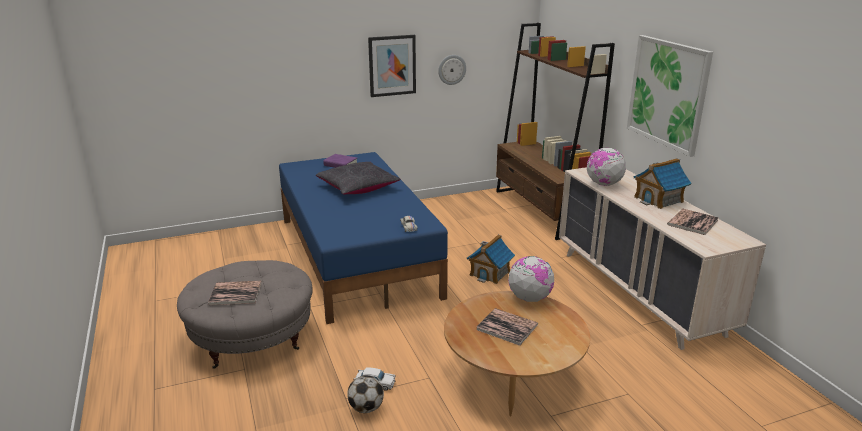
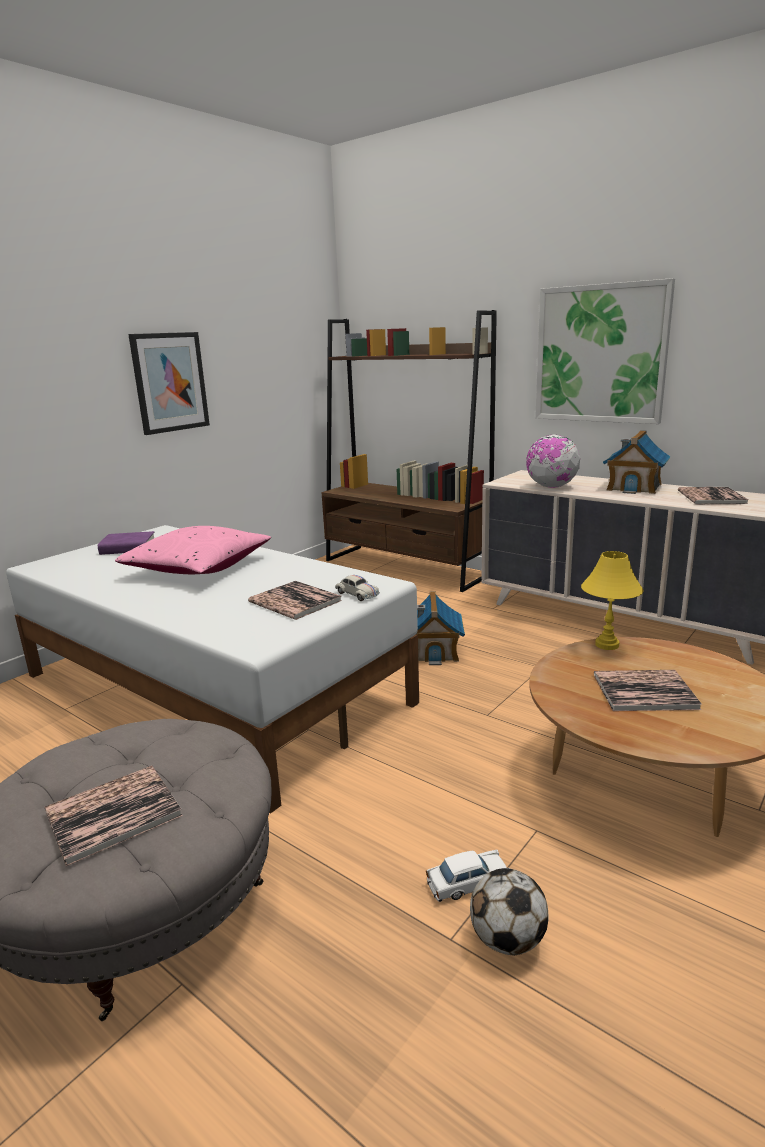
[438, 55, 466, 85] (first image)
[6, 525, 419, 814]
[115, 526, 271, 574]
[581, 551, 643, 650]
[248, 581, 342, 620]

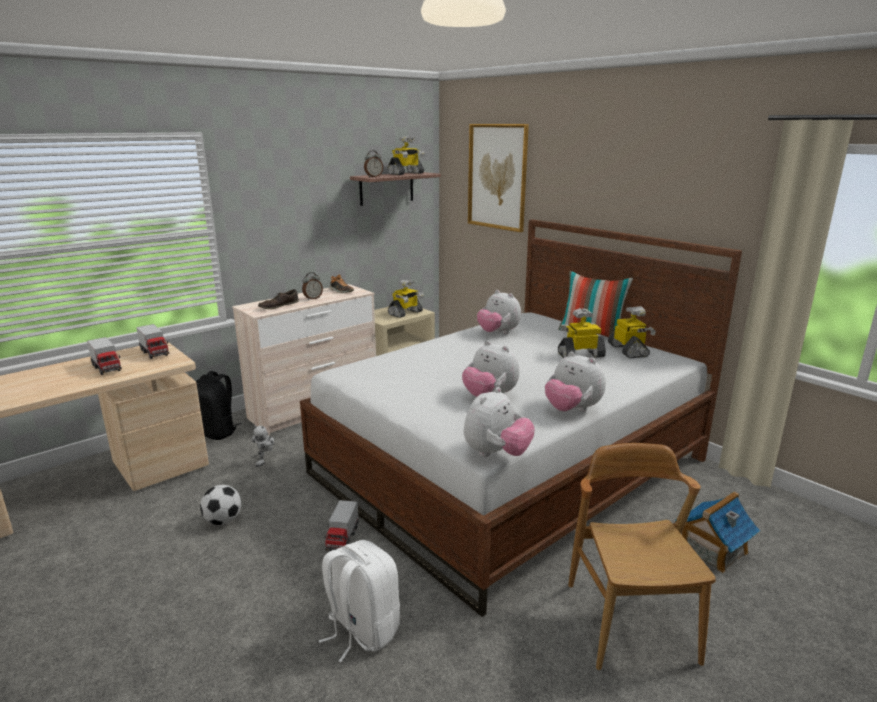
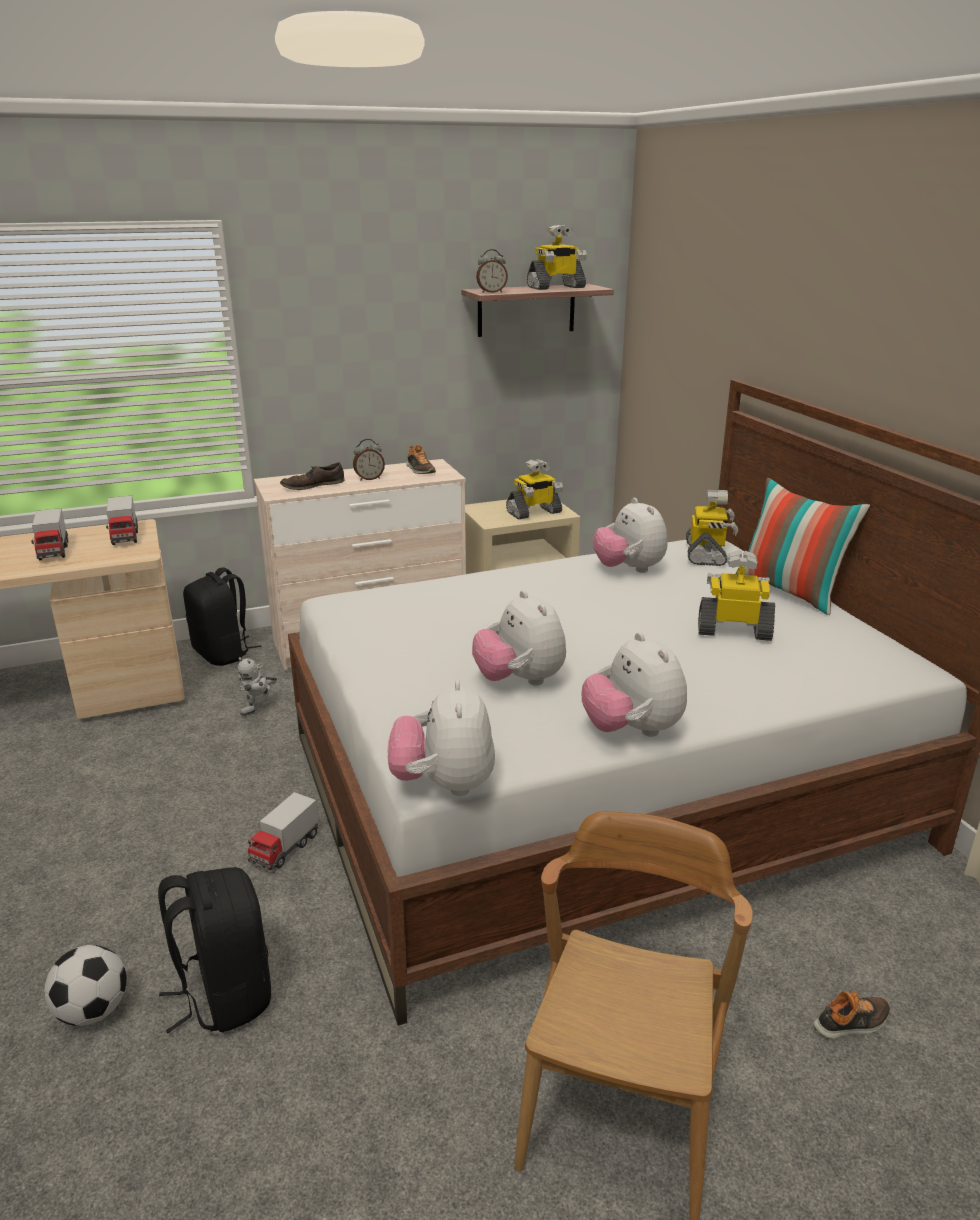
[468, 124, 529, 232] (first image)
[686, 490, 738, 566]
[388, 680, 495, 796]
[44, 945, 127, 1026]
[813, 991, 890, 1039]
[158, 867, 271, 1034]

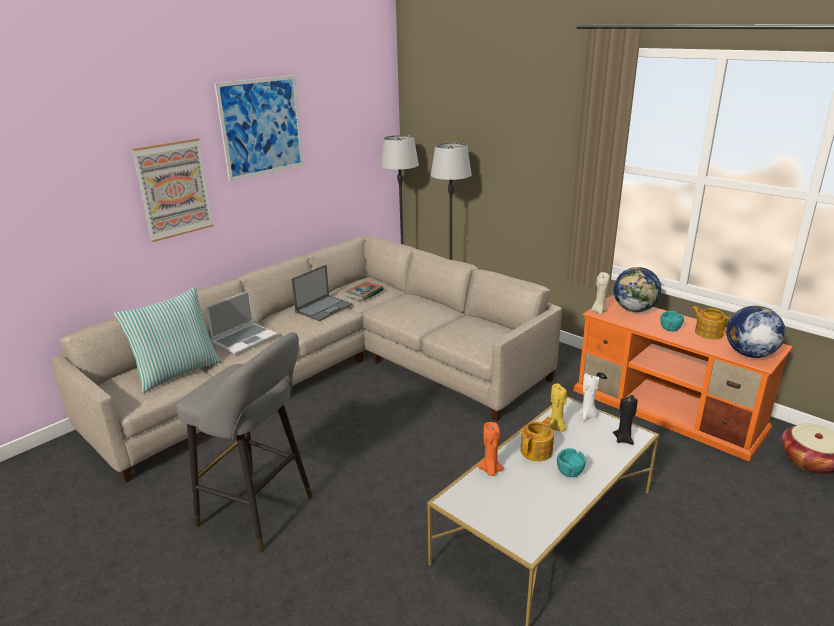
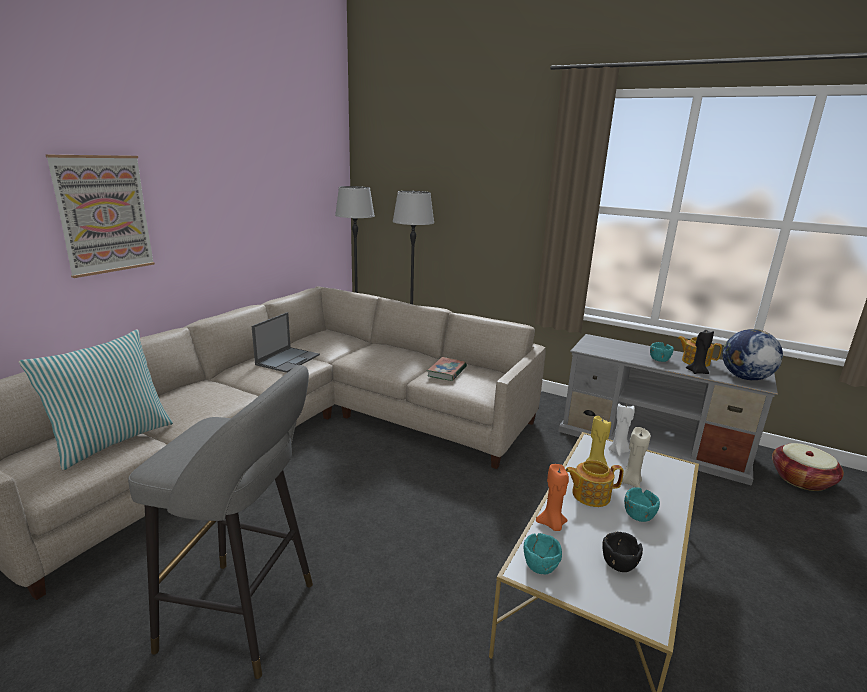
[214, 75, 304, 181] (first image)
[614, 267, 661, 312] (first image)
[622, 427, 651, 488]
[427, 357, 467, 381]
[206, 290, 278, 355] (first image)
[558, 334, 778, 486]
[686, 330, 714, 374]
[566, 460, 624, 507]
[602, 532, 643, 572]
[524, 533, 562, 574]

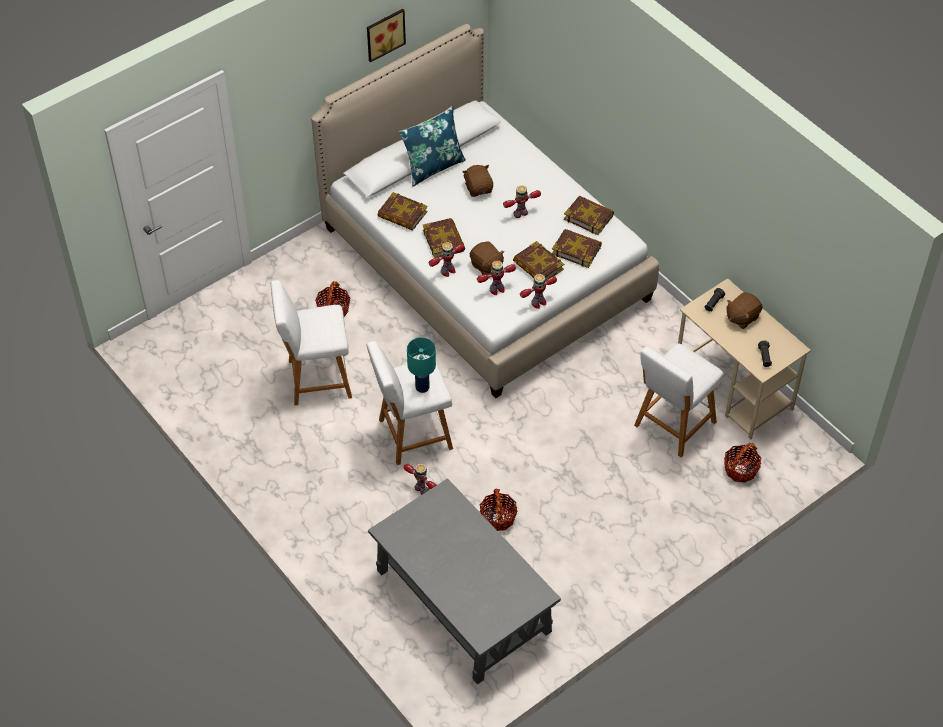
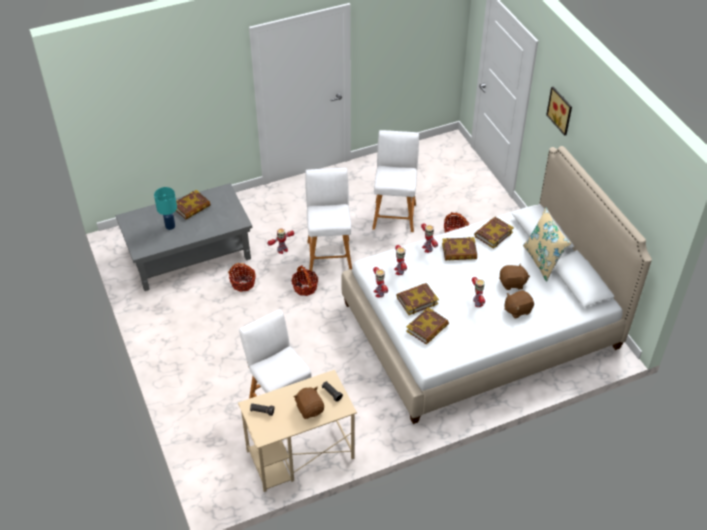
[546, 87, 572, 136]
[523, 208, 571, 282]
[176, 190, 211, 219]
[504, 290, 534, 319]
[154, 187, 177, 230]
[291, 265, 319, 296]

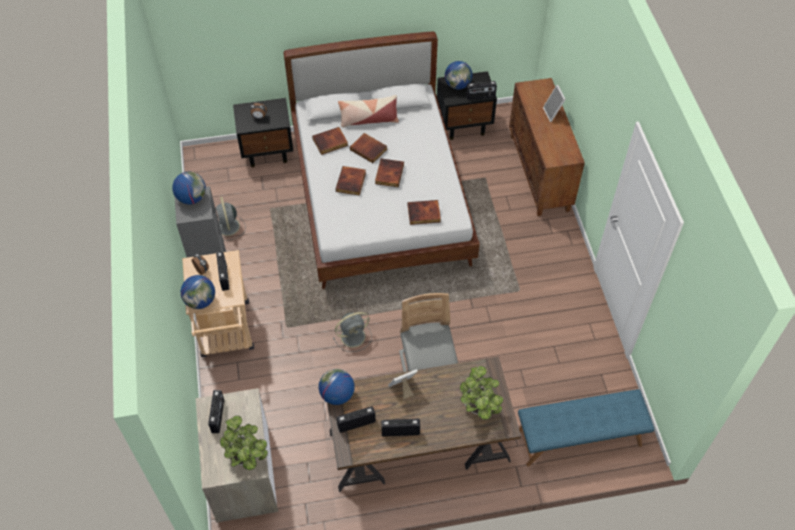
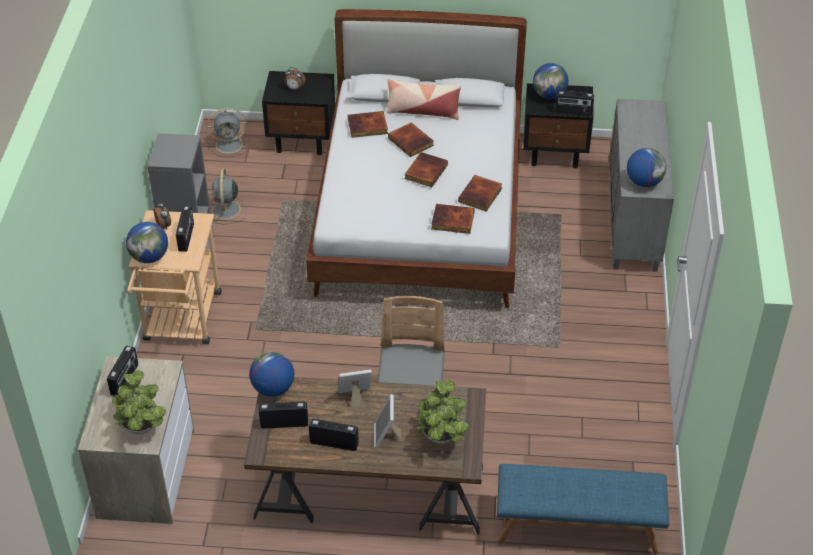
[609, 99, 674, 272]
[374, 394, 401, 449]
[458, 175, 502, 212]
[627, 148, 667, 187]
[207, 108, 250, 157]

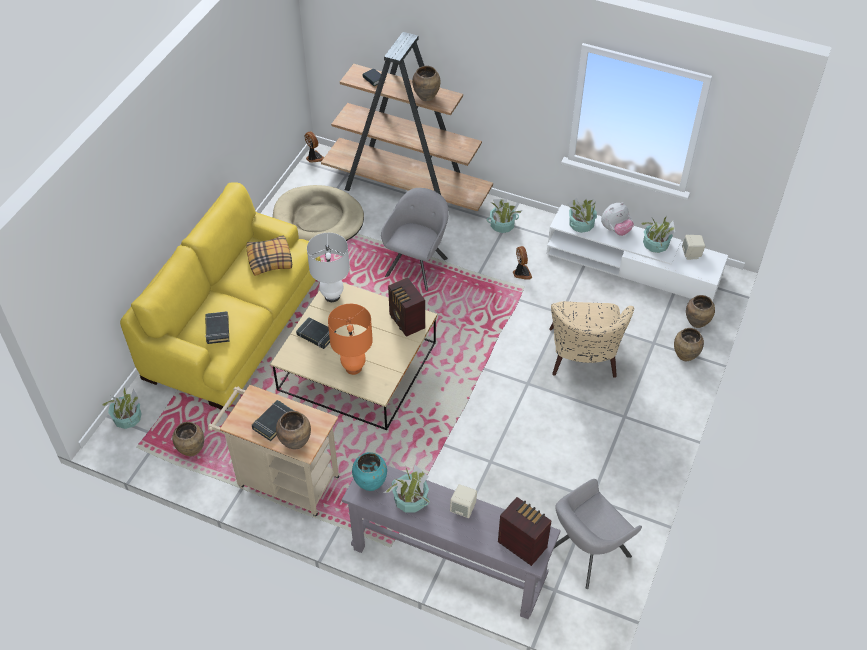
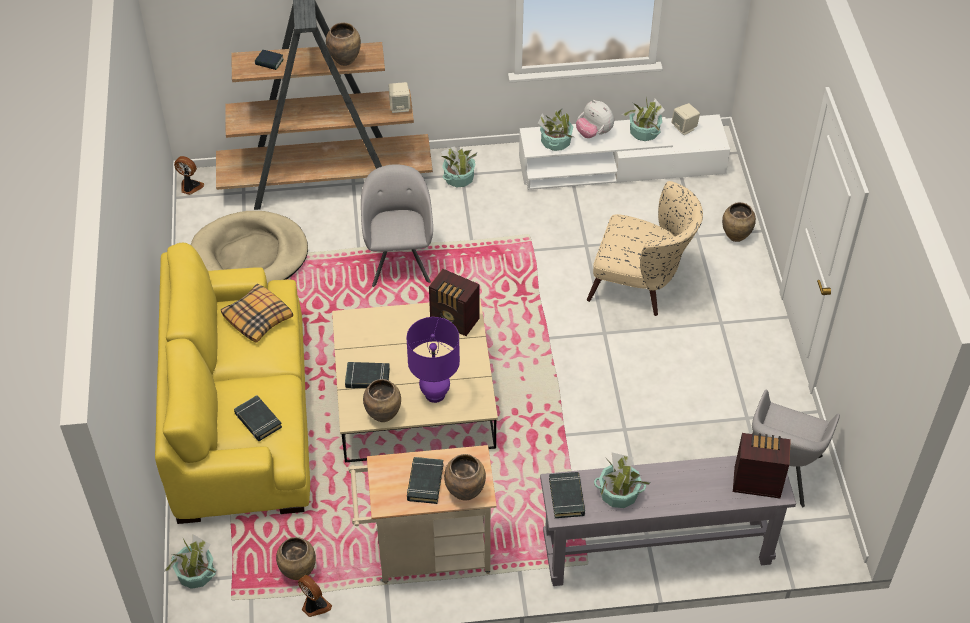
[576, 100, 614, 138]
[307, 233, 350, 302] (first image)
[298, 575, 332, 617]
[363, 379, 401, 422]
[587, 181, 703, 316]
[406, 317, 460, 403]
[549, 472, 585, 518]
[389, 82, 410, 113]

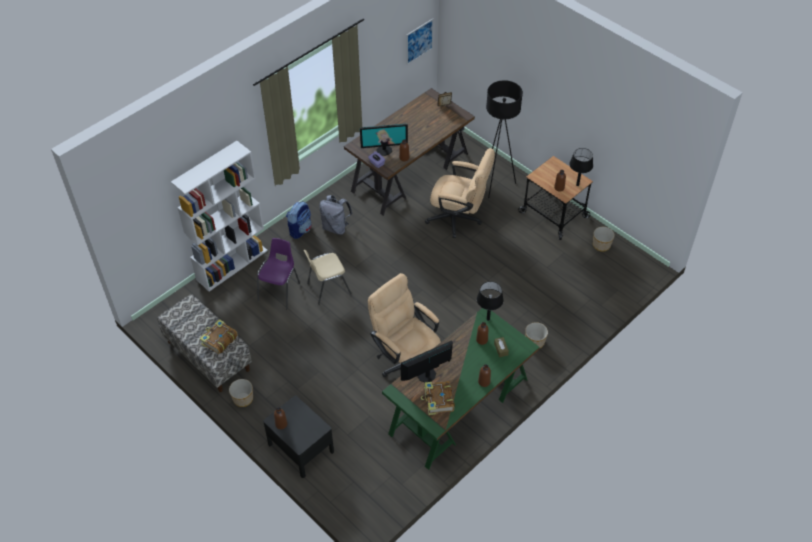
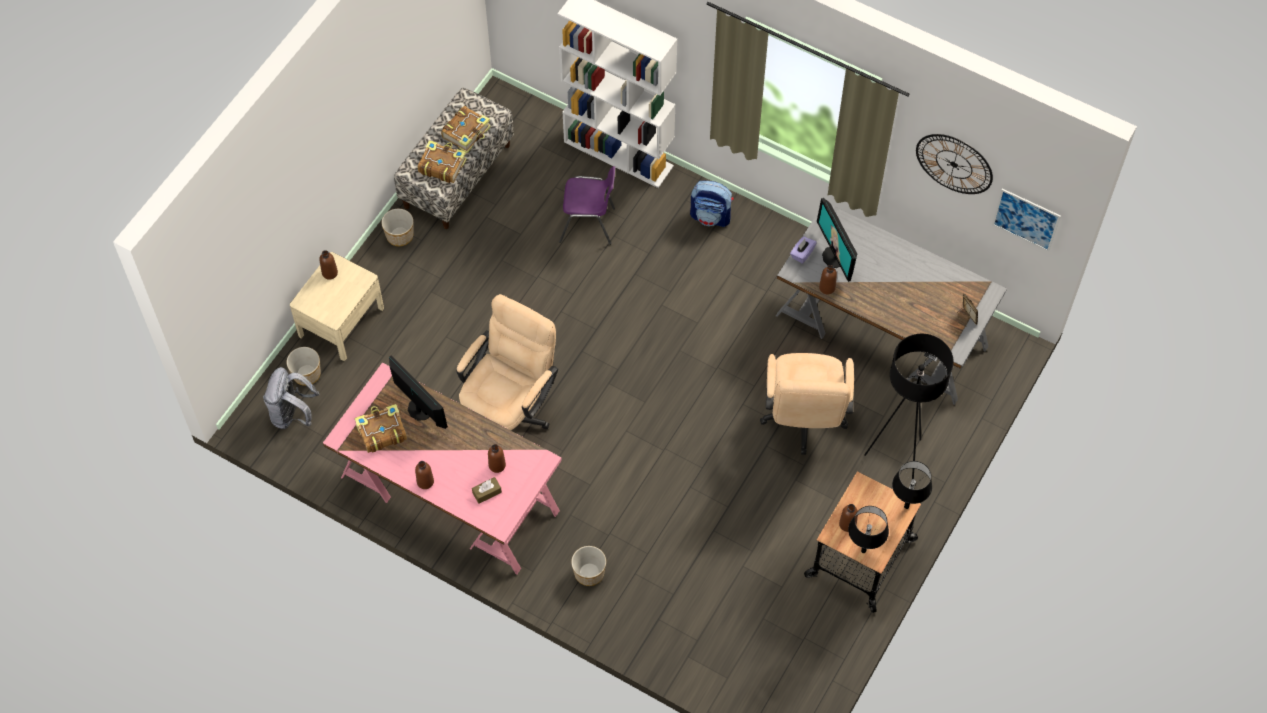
[776, 205, 1007, 405]
[263, 367, 319, 429]
[287, 347, 321, 386]
[304, 250, 351, 305] (first image)
[892, 461, 932, 509]
[323, 363, 562, 575]
[290, 252, 384, 361]
[441, 106, 491, 153]
[916, 134, 993, 194]

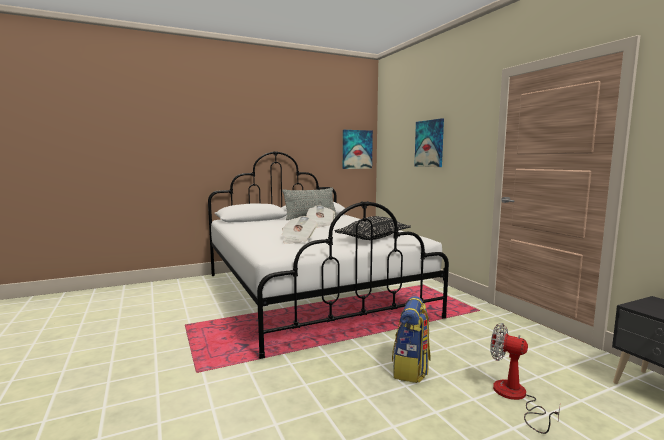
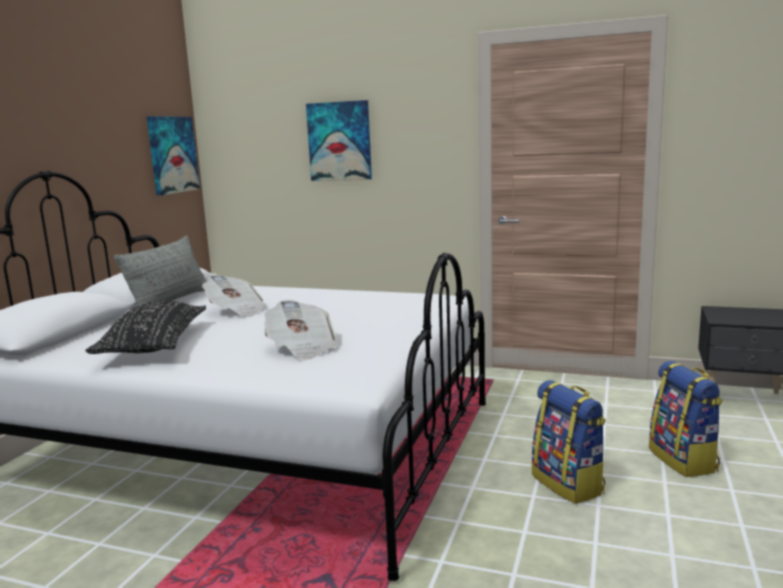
[85, 301, 206, 354]
[649, 361, 722, 477]

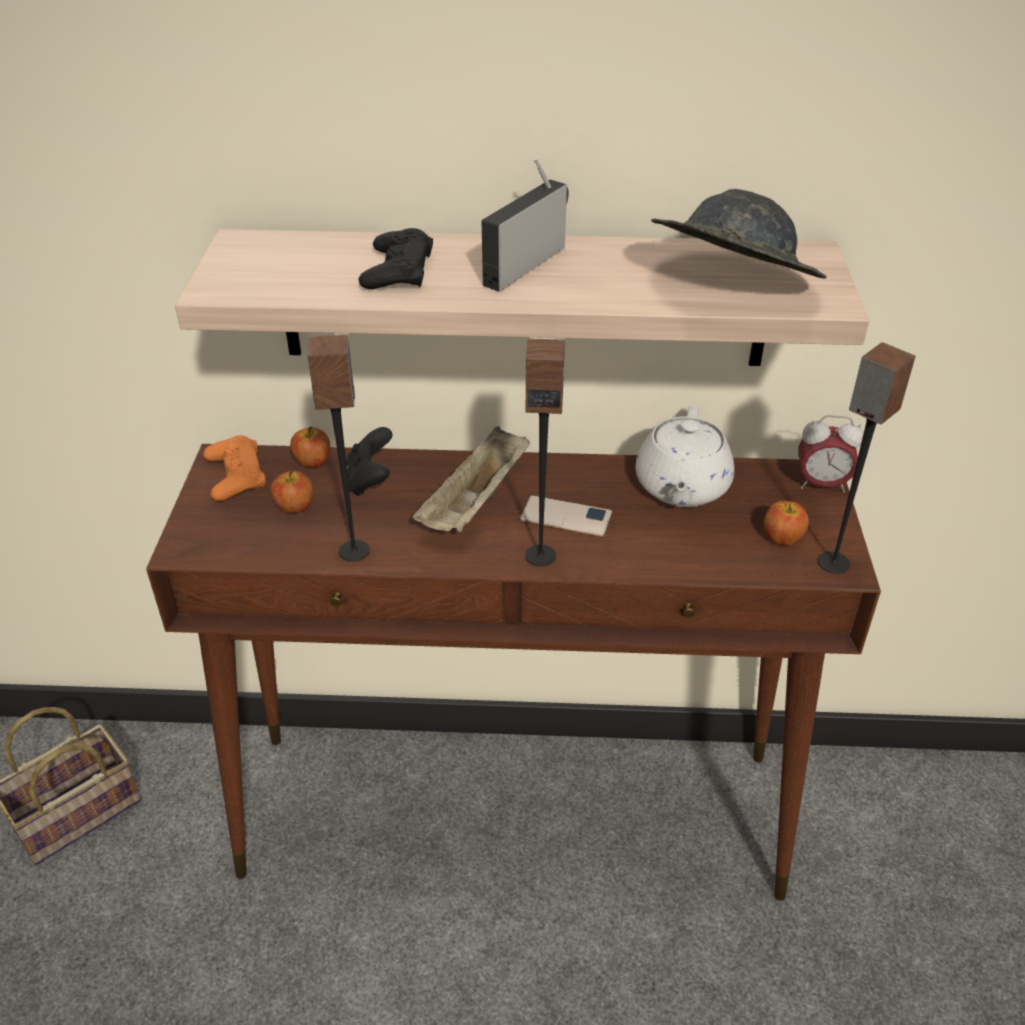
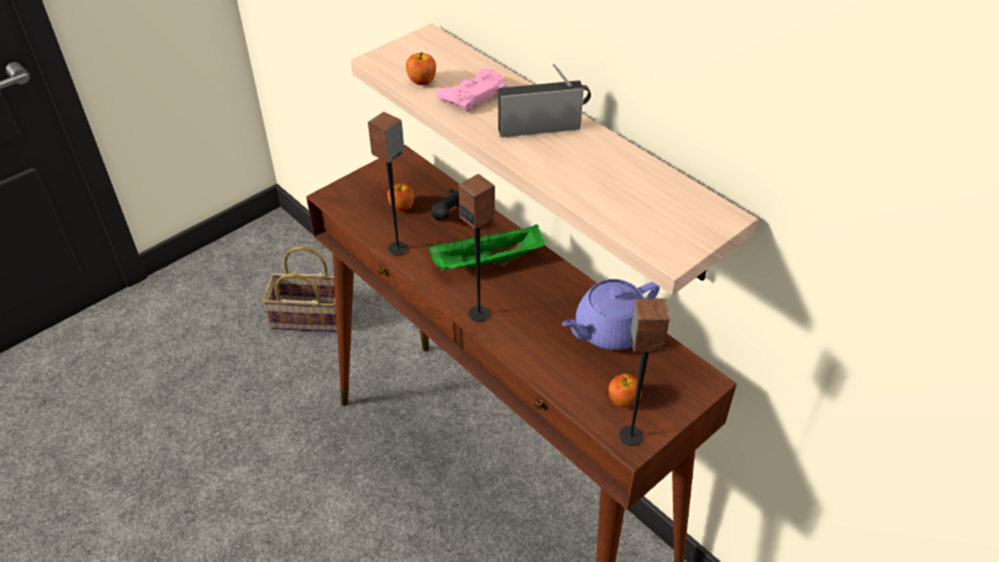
[651, 189, 827, 279] (first image)
[437, 69, 507, 112]
[562, 279, 660, 350]
[798, 415, 864, 492] (first image)
[429, 224, 545, 271]
[406, 52, 436, 85]
[203, 435, 265, 501] (first image)
[520, 495, 612, 537] (first image)

